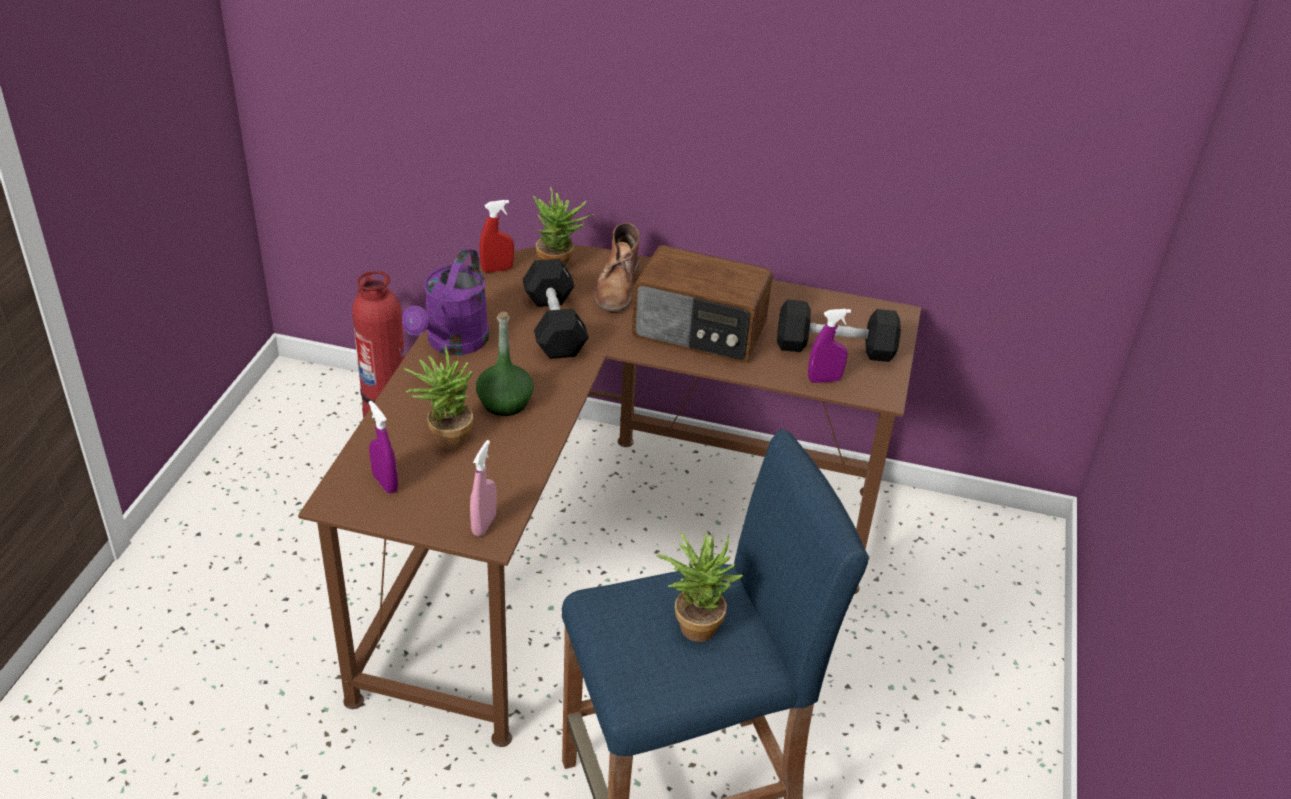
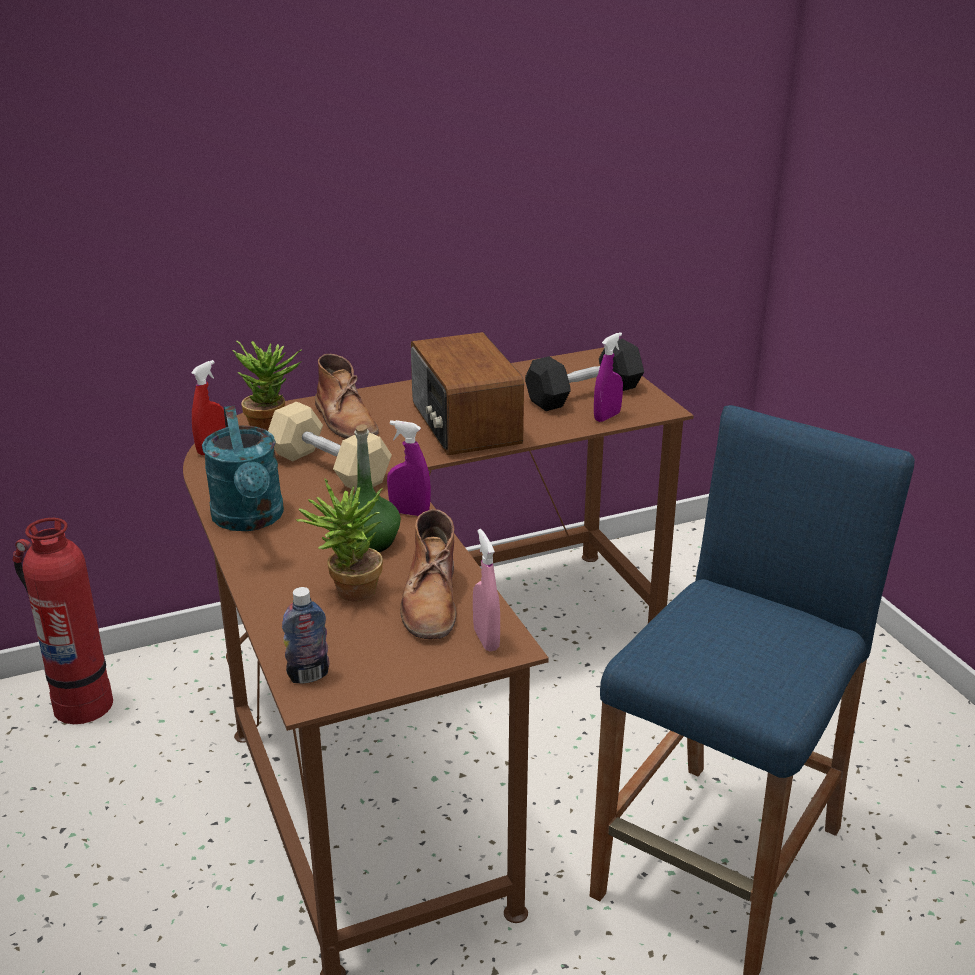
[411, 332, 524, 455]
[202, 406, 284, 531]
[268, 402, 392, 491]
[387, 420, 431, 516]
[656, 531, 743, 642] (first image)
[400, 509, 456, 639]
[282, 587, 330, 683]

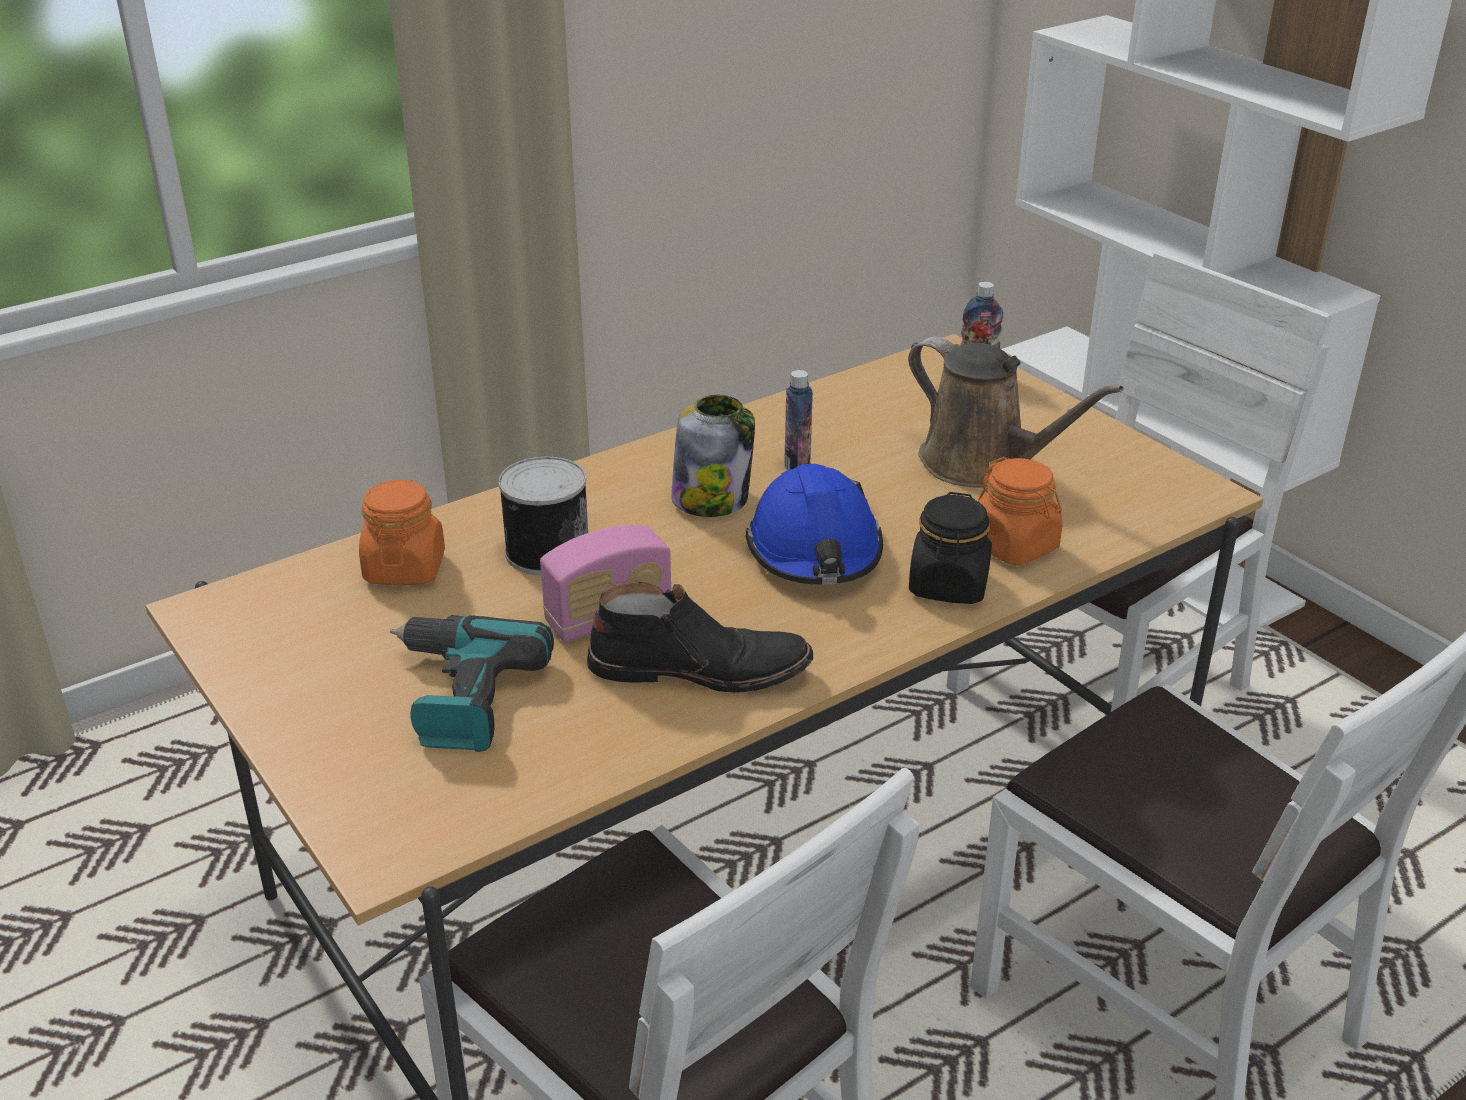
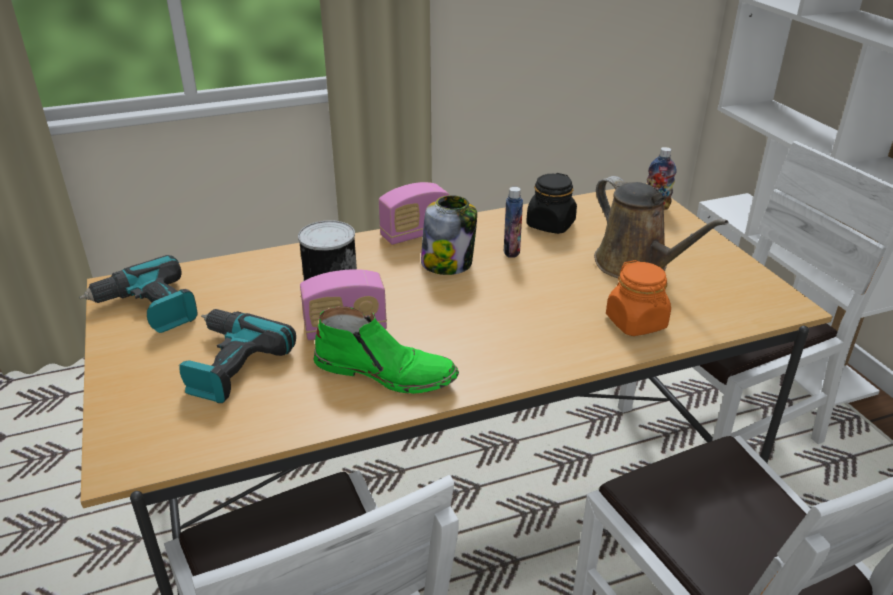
[745, 464, 883, 584] (first image)
[359, 480, 445, 585] (first image)
[526, 173, 577, 234]
[314, 306, 459, 394]
[379, 182, 449, 245]
[79, 255, 198, 333]

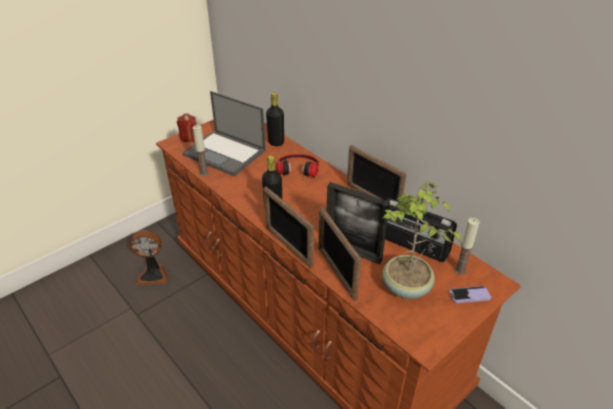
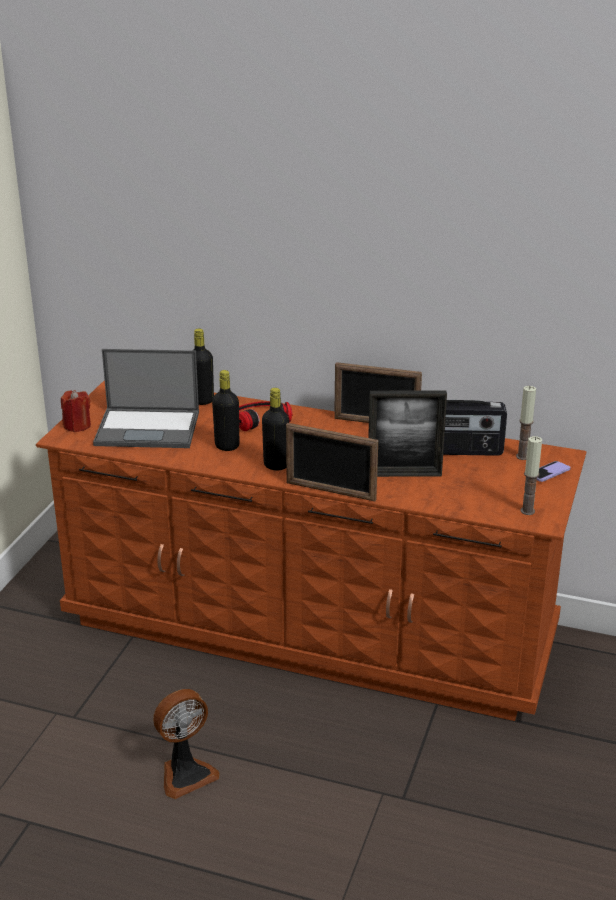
[520, 436, 542, 515]
[382, 181, 462, 299] (first image)
[318, 207, 361, 301] (first image)
[153, 689, 220, 799]
[212, 370, 239, 451]

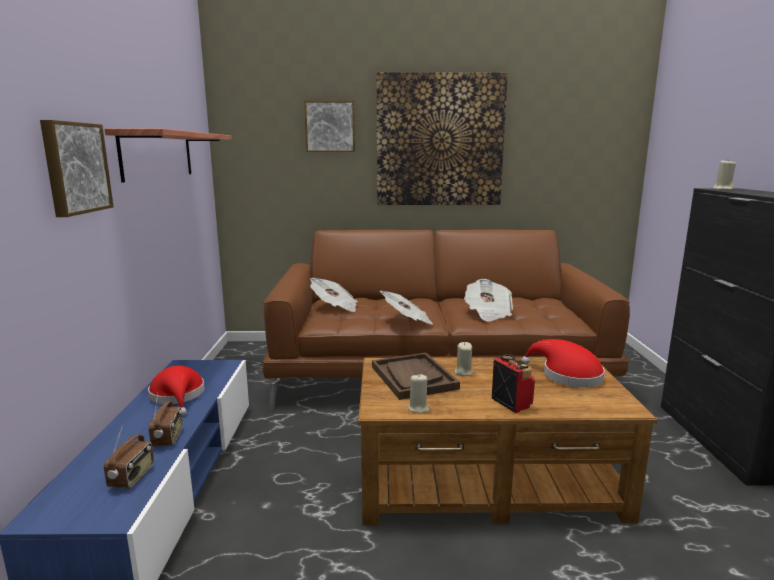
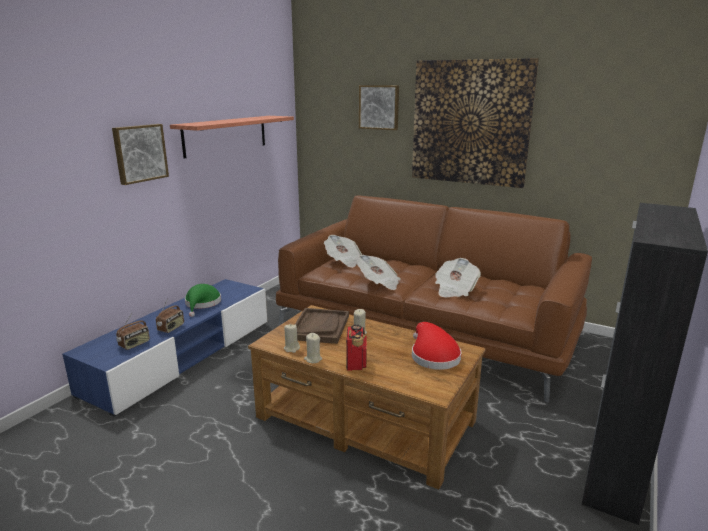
[304, 333, 322, 363]
[185, 284, 221, 317]

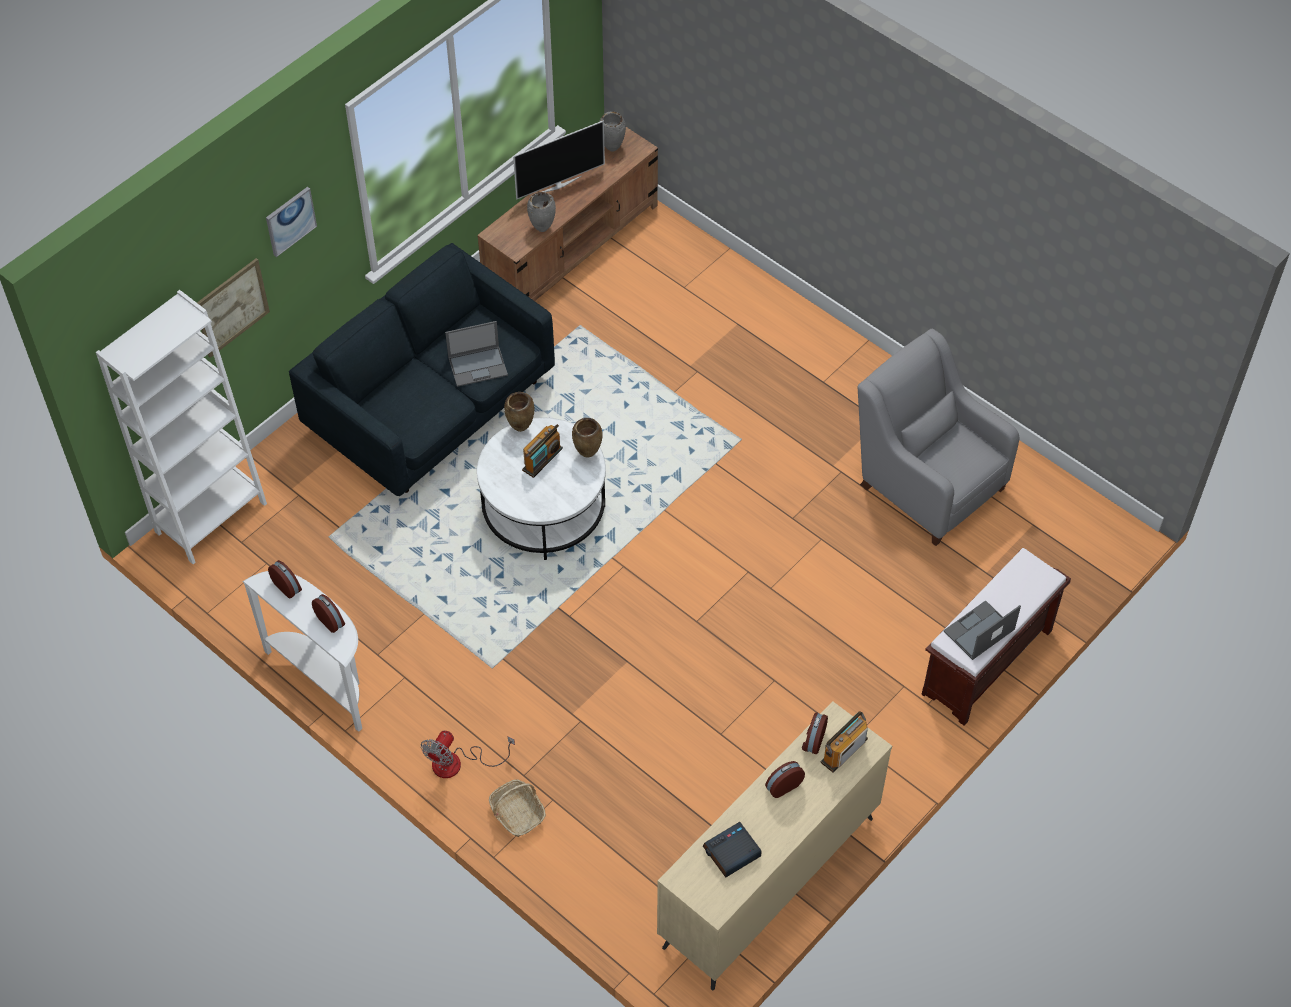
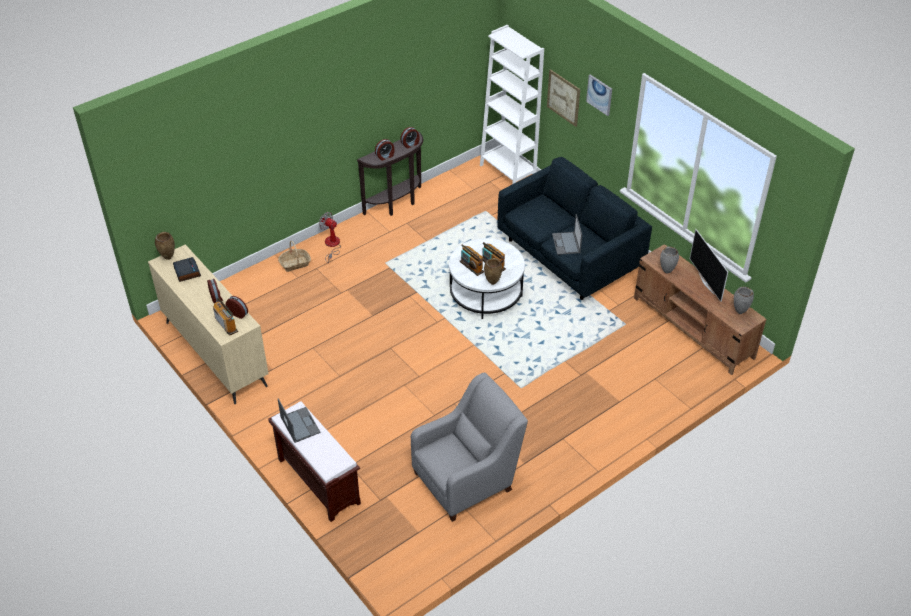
[155, 232, 175, 260]
[357, 131, 423, 216]
[460, 244, 484, 276]

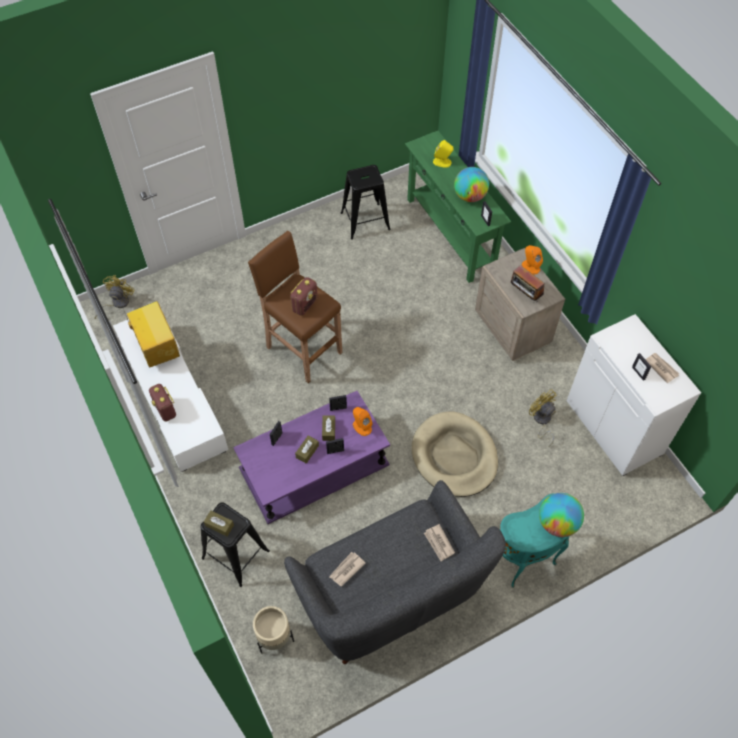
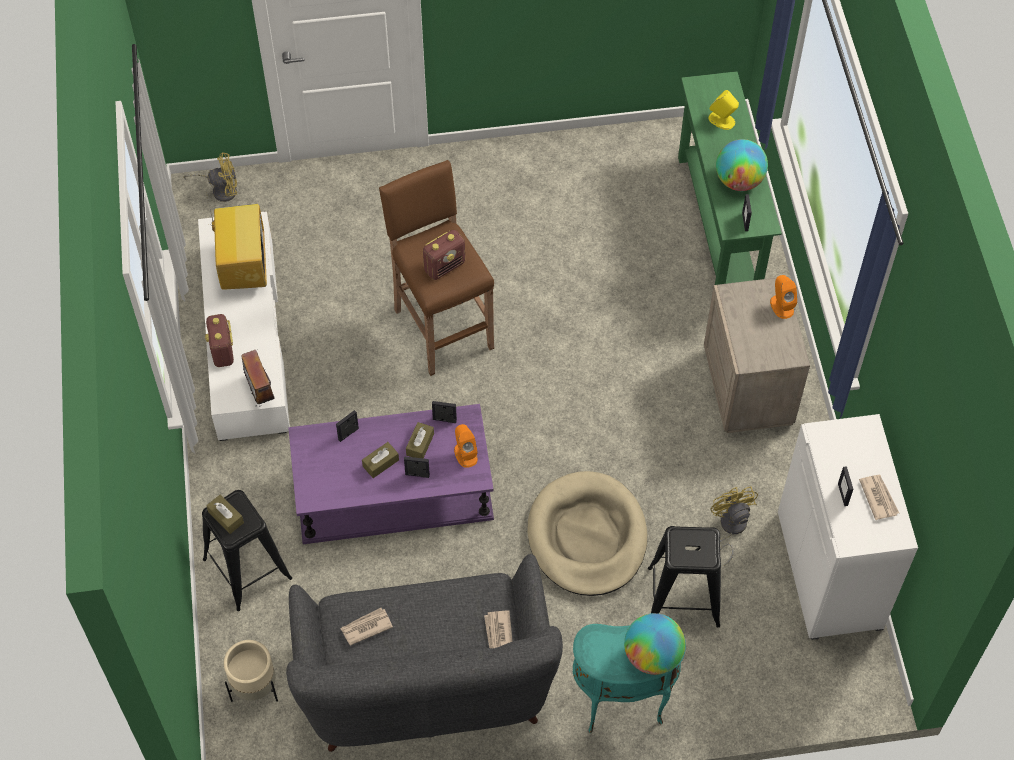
[648, 526, 721, 627]
[238, 350, 277, 407]
[183, 152, 237, 202]

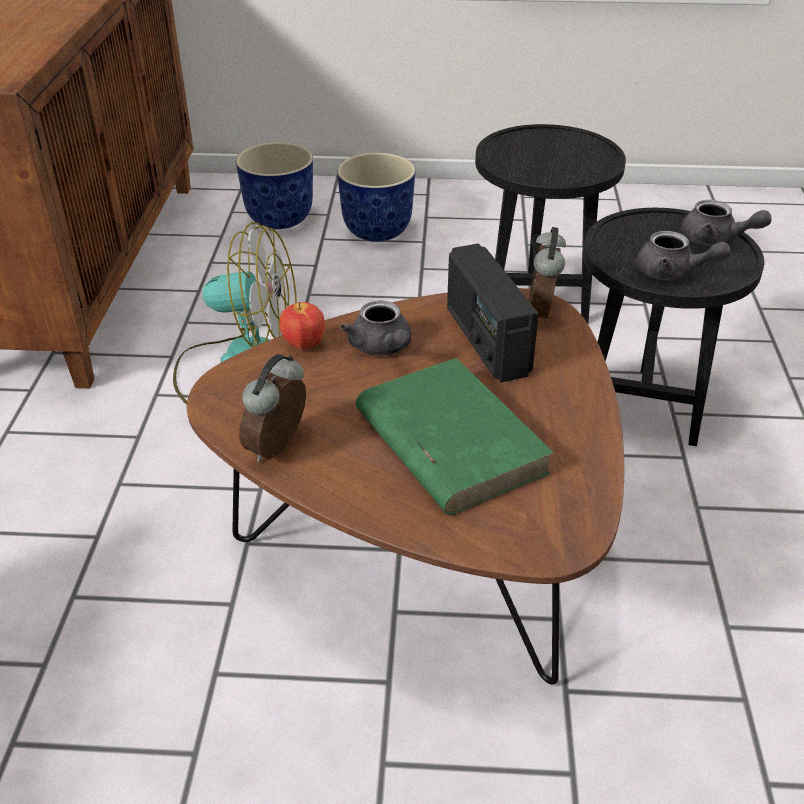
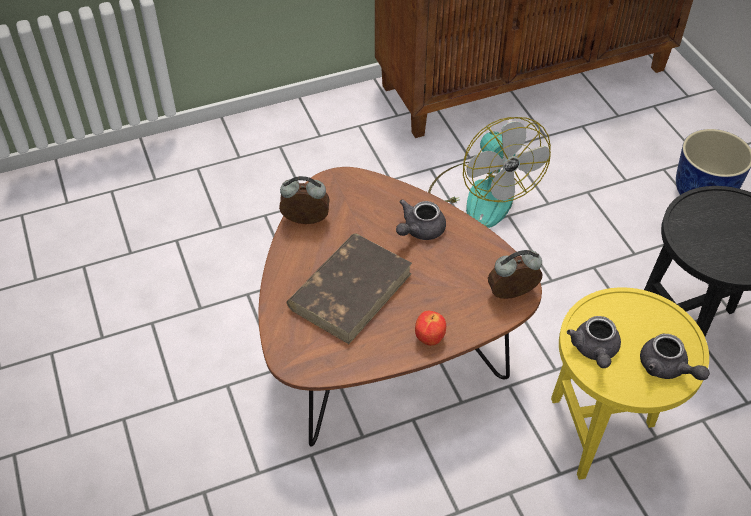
[236, 142, 313, 229] (first image)
[640, 334, 710, 380]
[551, 287, 709, 480]
[447, 244, 539, 382] (first image)
[415, 311, 446, 346]
[287, 233, 412, 344]

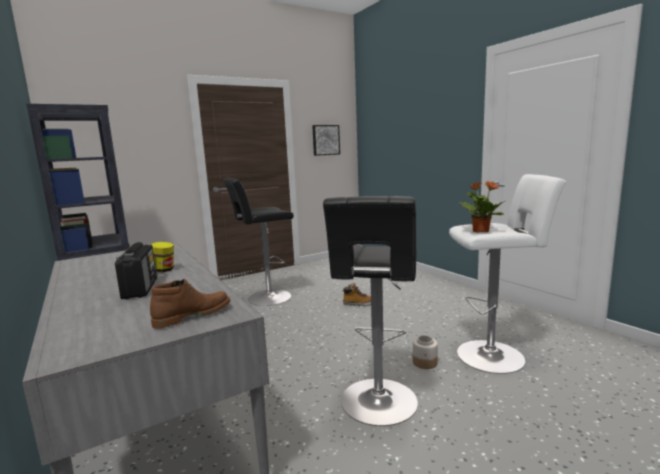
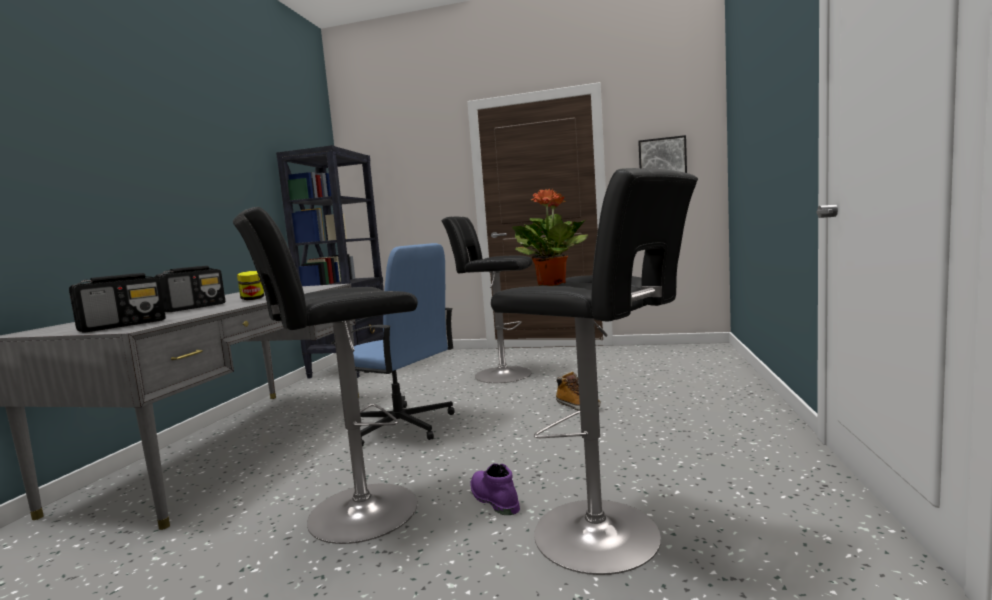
[491, 168, 698, 575]
[69, 273, 166, 333]
[470, 464, 520, 515]
[331, 243, 455, 447]

